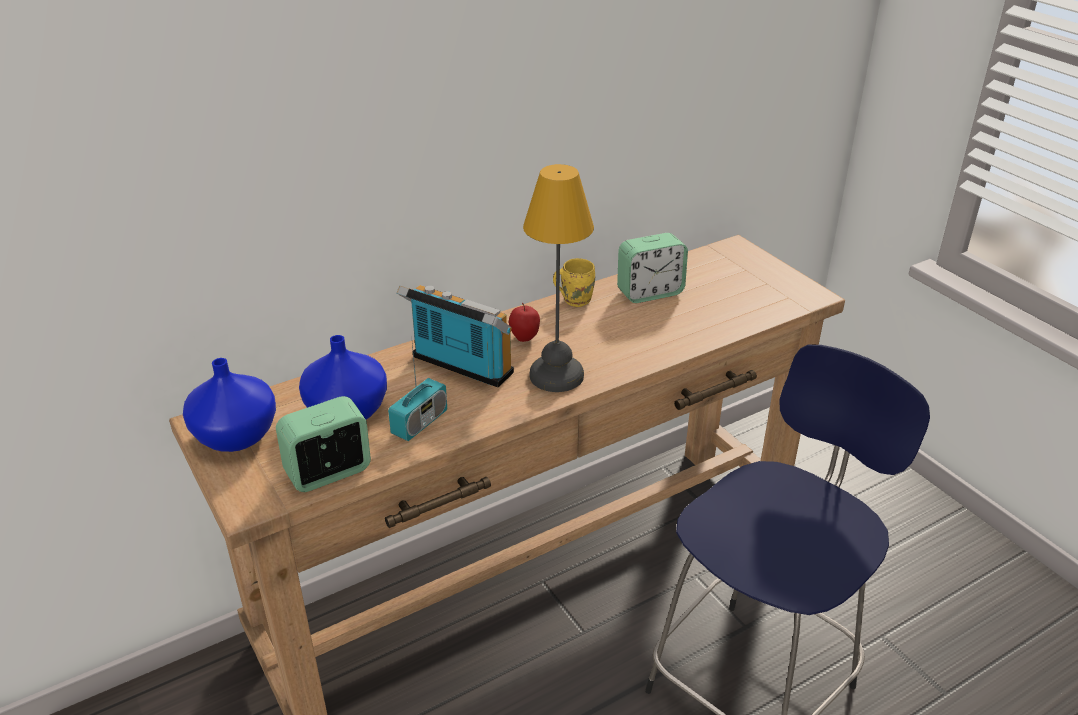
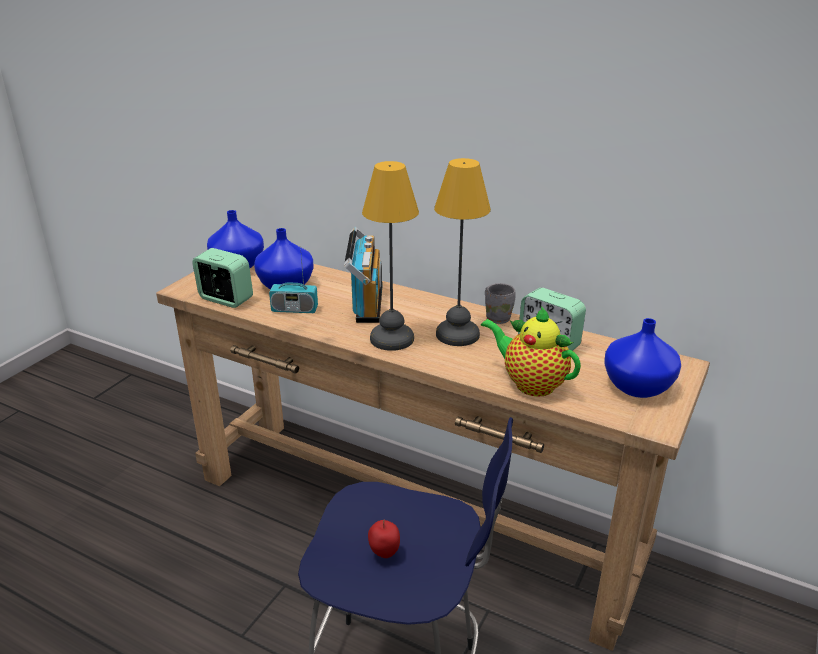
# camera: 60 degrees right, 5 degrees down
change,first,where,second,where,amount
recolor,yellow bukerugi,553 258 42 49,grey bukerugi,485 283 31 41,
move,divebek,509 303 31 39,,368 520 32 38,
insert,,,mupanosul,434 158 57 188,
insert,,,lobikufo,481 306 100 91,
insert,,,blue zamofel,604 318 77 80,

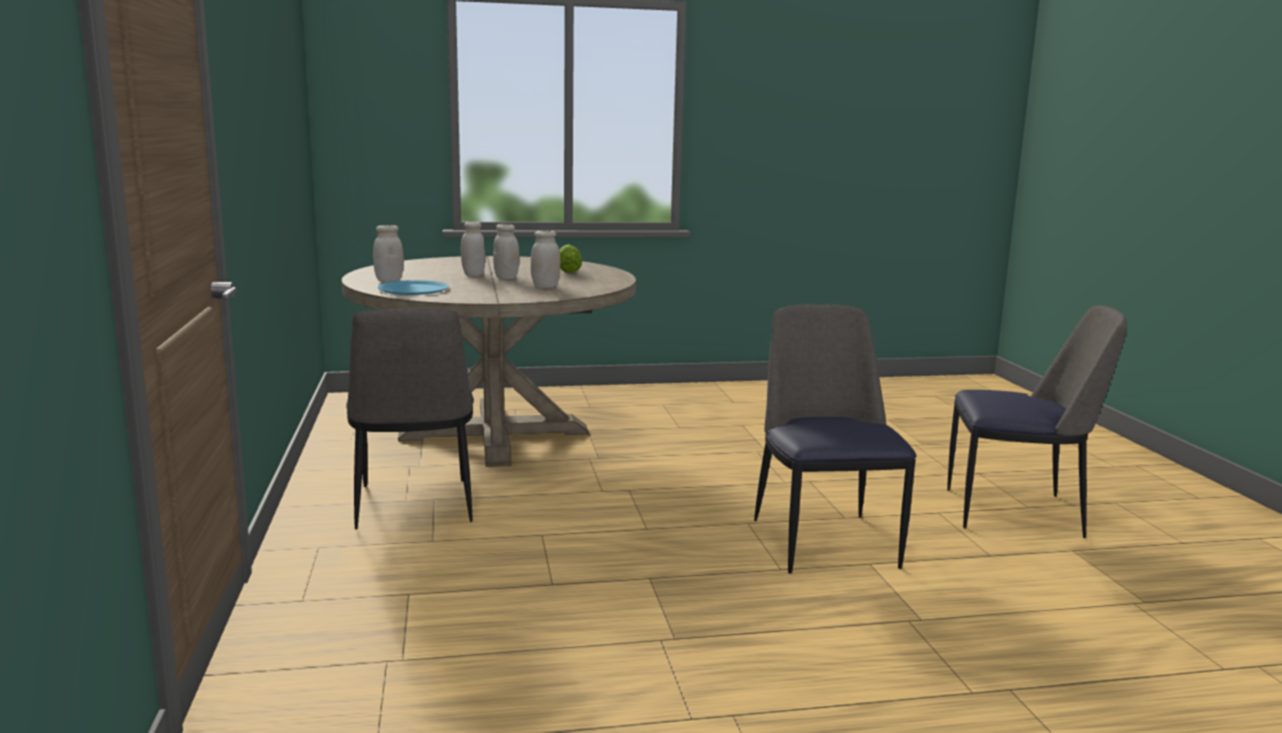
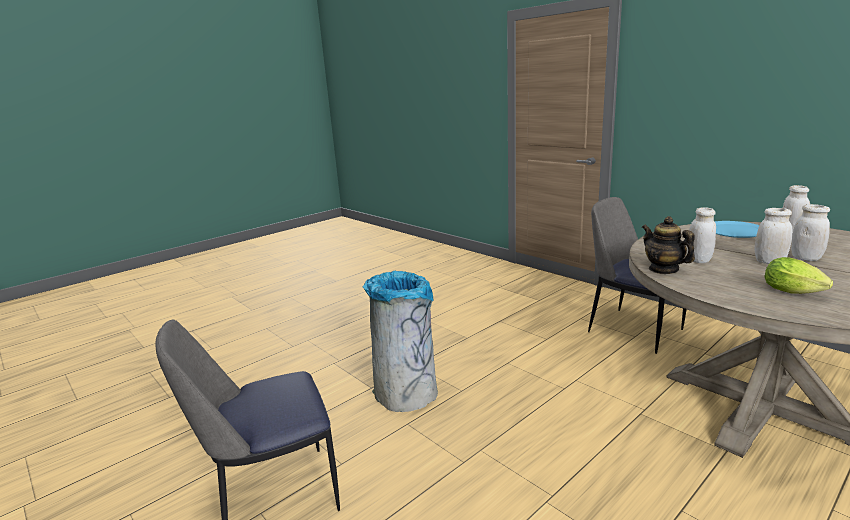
# camera: 150 degrees right, 5 degrees up
change,first,where,second,where,amount
replace,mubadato,754 304 162 269,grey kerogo,363 271 75 141,
insert,,,lobikufo,642 216 53 58,

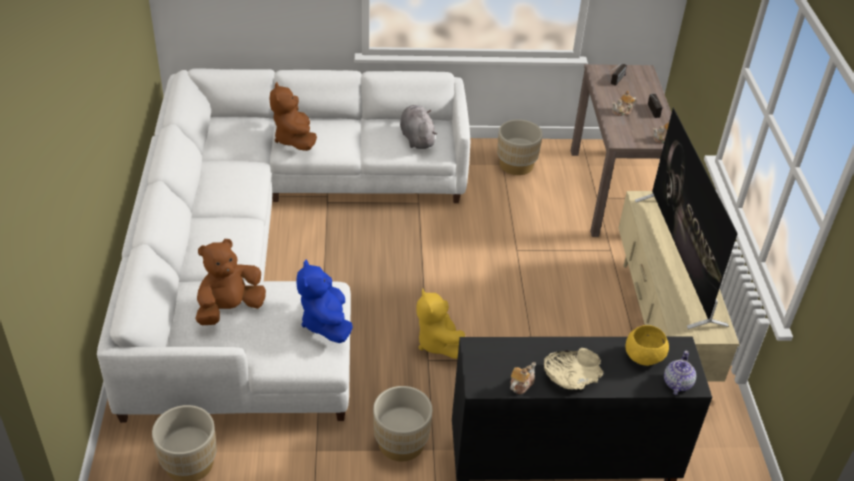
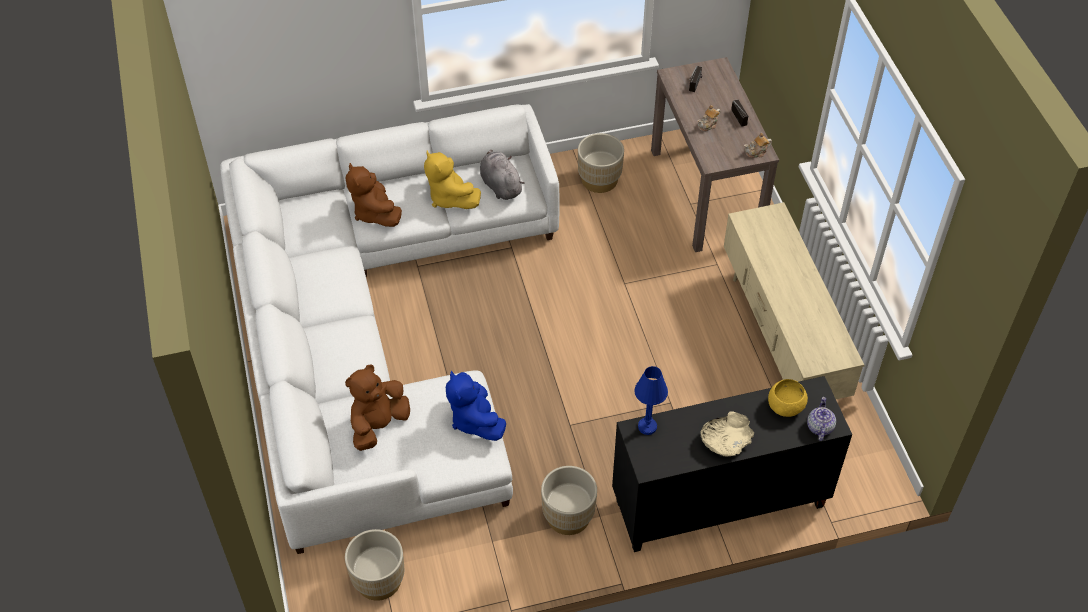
# camera: 10 degrees left, 10 degrees up
change,first,where,second,where,amount
delete,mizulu,635 108 103 221,,,
move,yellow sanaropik,416 289 49 70,,424 151 57 58,
delete,lobikufo,510 362 26 32,,,
insert,,,blue mupanosul,634 366 34 69,

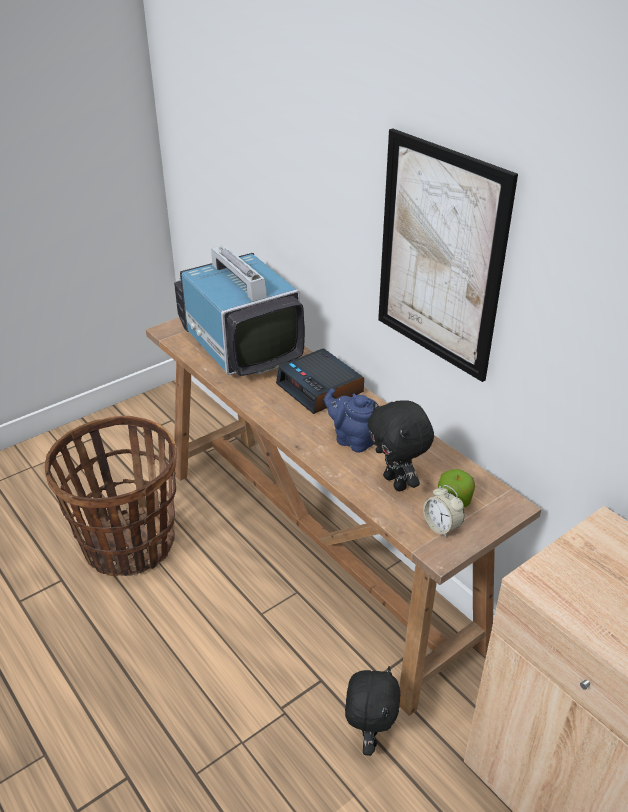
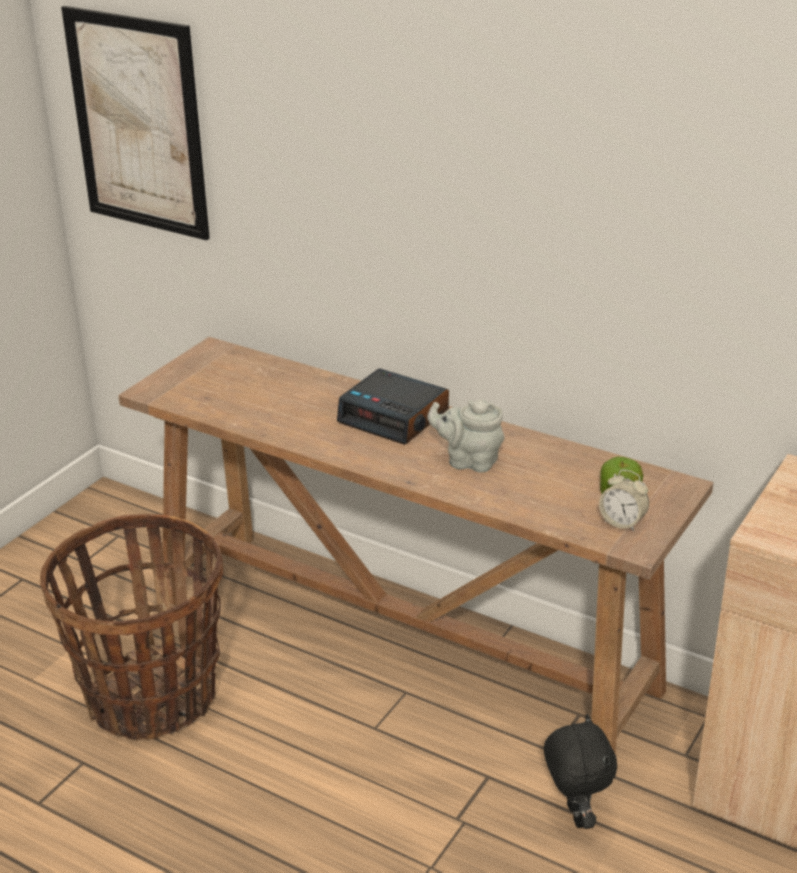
# camera: 20 degrees left, 5 degrees down
change,first,where,second,where,amount
move,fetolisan,378 128 140 254,,61 6 149 234,
delete,mizulu,174 245 131 131,,,
recolor,blue lobikufo,324 388 53 65,grey lobikufo,427 399 78 74,
delete,black sanaropik,367 400 67 91,,,

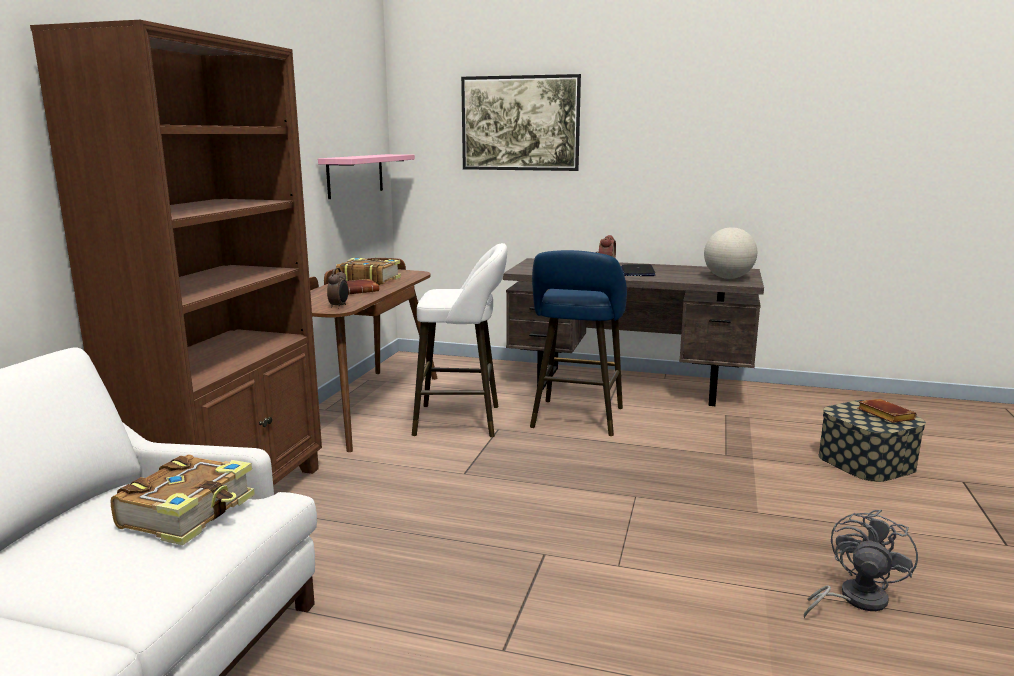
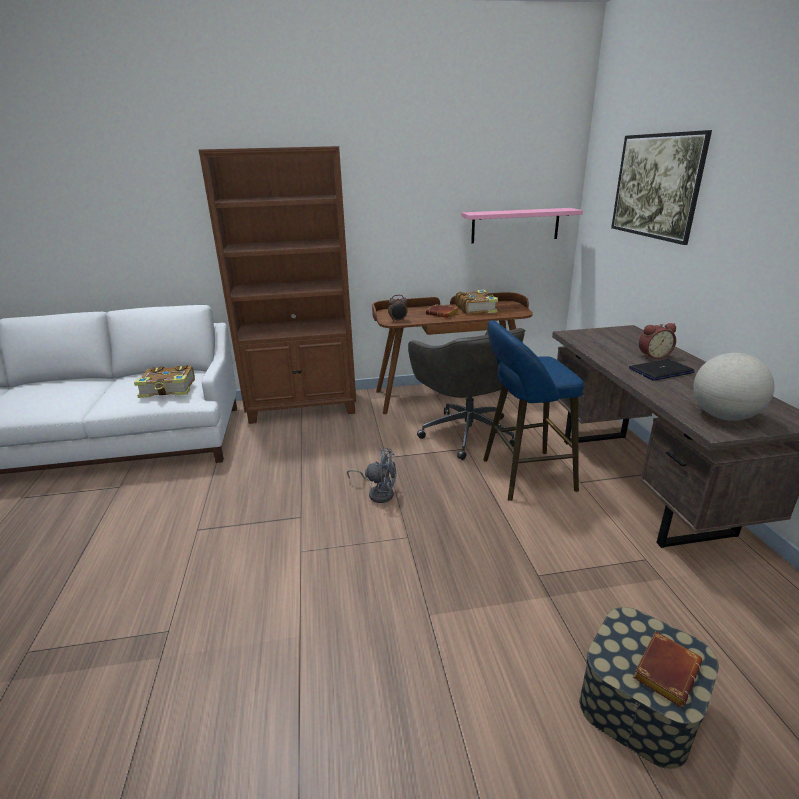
# camera: 65 degrees right, 10 degrees up
change,first,where,second,where,amount
replace,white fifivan,412 243 95 194,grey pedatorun,408 328 118 132,
move,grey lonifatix,804 510 114 108,,347 448 50 55,

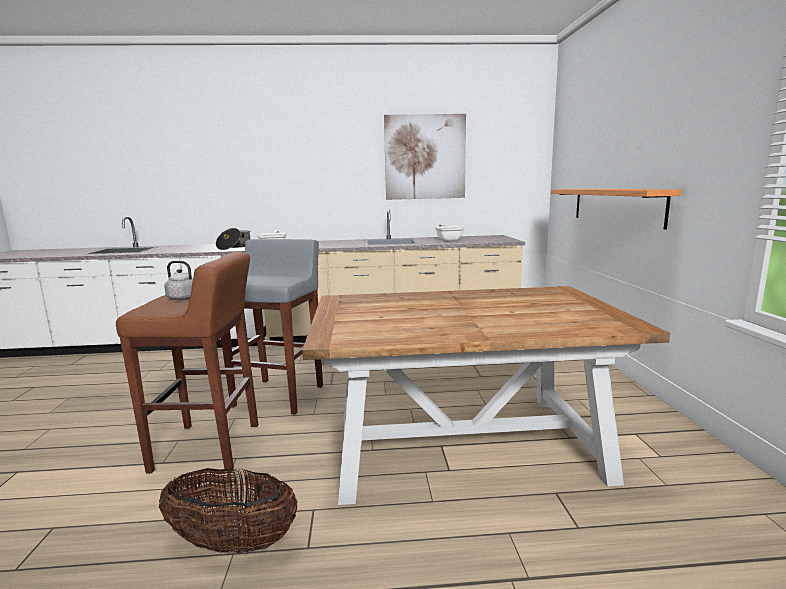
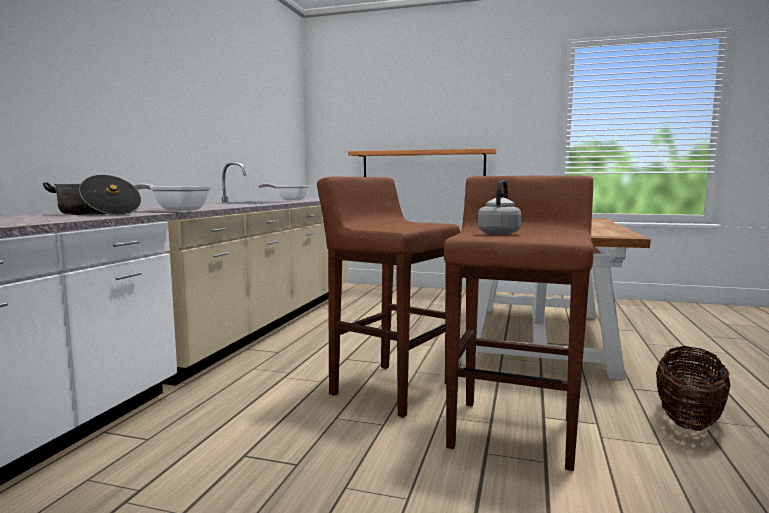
# camera: 70 degrees left, 5 degrees down
change,first,where,second,where,amount
delete,fetolisan,384 114 82 86,,,
recolor,grey fifivan,221 239 102 176,brown fifivan,317 177 143 240,

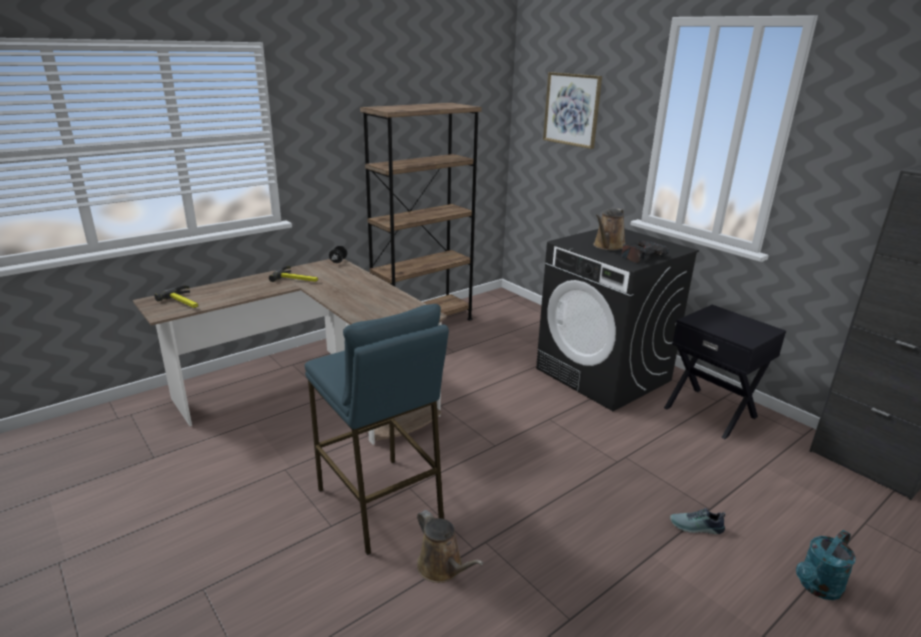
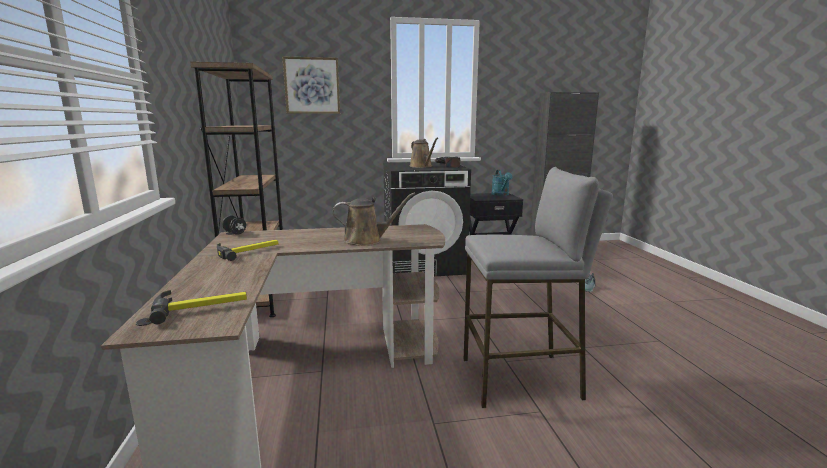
# camera: 60 degrees left, 10 degrees down
change,first,where,second,where,amount
recolor,blue fifivan,305 304 144 251,grey fifivan,463 167 150 241,
move,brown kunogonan,417 510 66 73,,332 192 83 54,
move,turquoise kunogonan,796 530 60 70,,492 170 21 26,

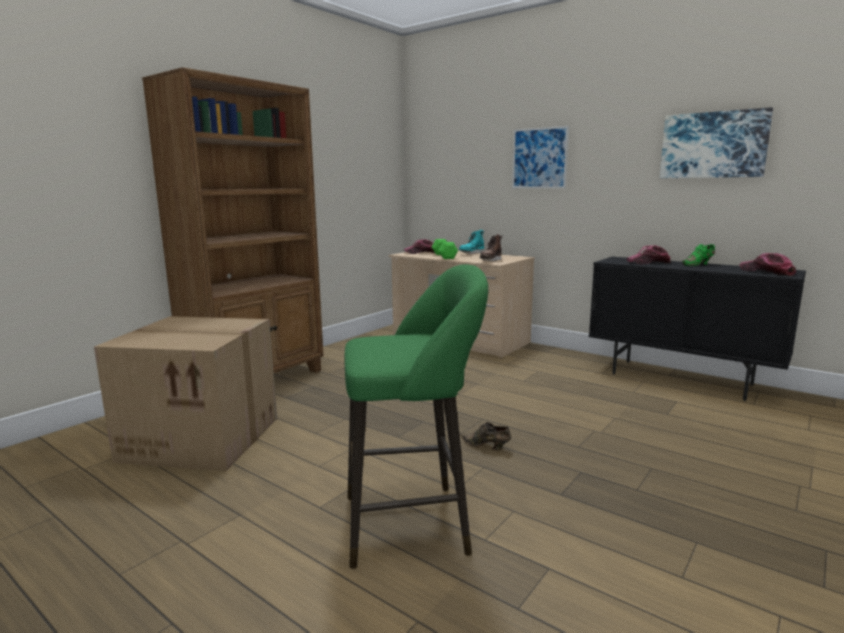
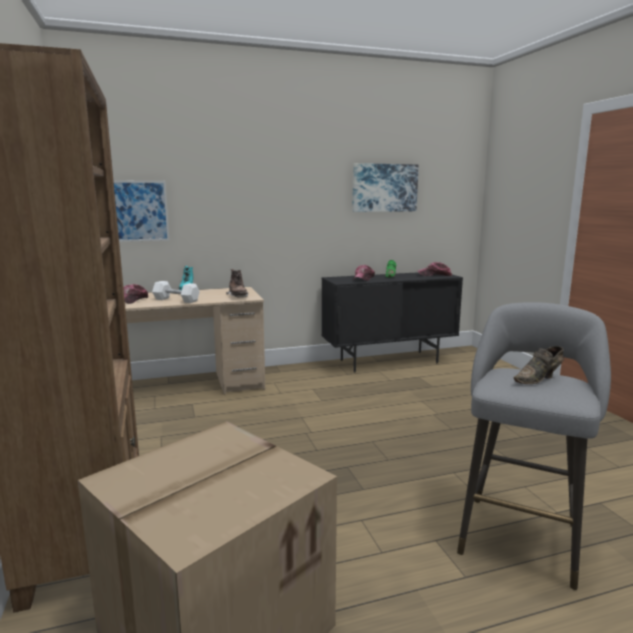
# camera: 55 degrees left, 0 degrees up
change,first,where,second,where,amount
move,fetolisan,512 126 57 62,,113 180 56 62,
recolor,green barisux,432 239 26 20,white barisux,152 281 48 22,
recolor,green fifivan,345 264 143 305,grey fifivan,457 302 154 288,
move,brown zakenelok,460 422 51 28,,514 346 50 38,

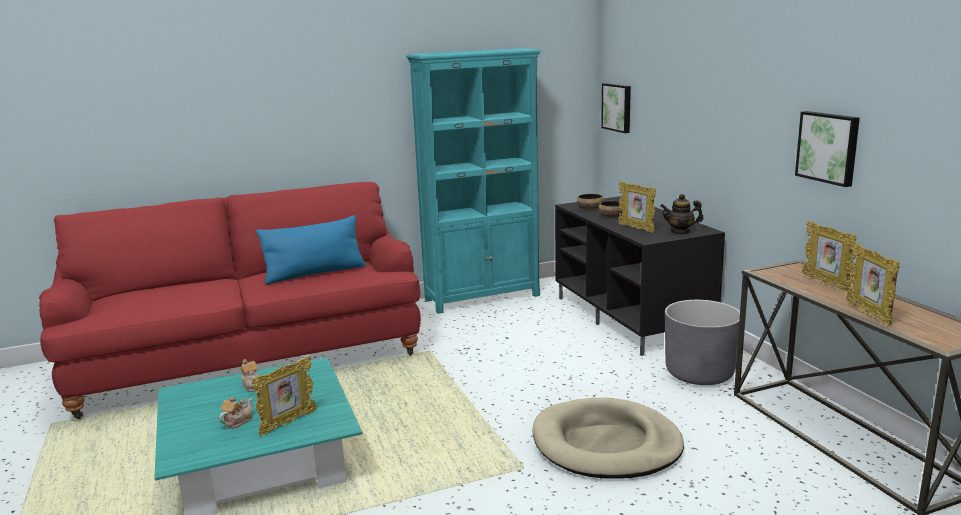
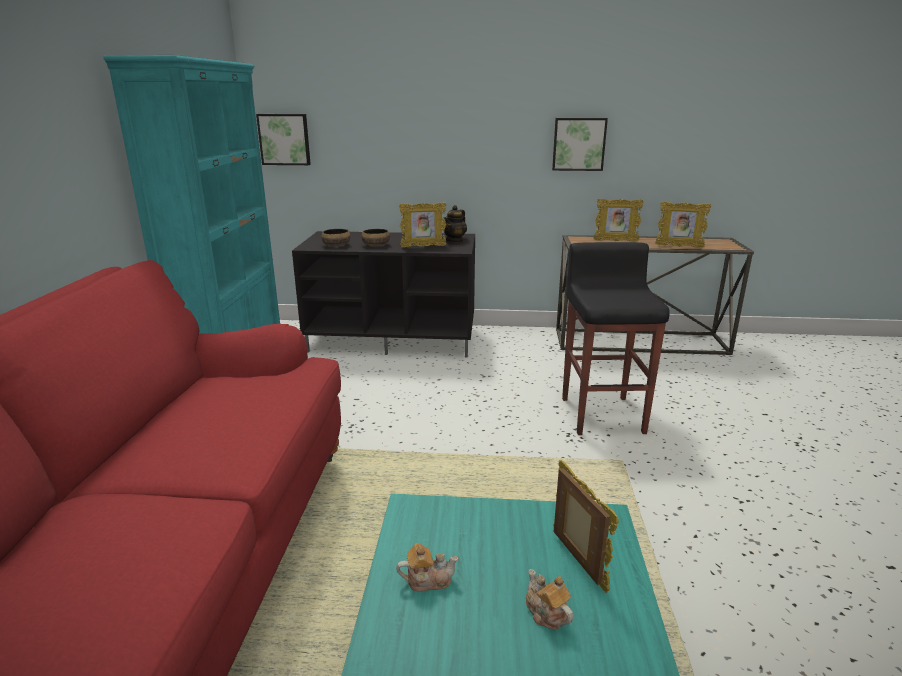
# camera: 65 degrees left, 5 degrees up
change,first,where,second,where,amount
delete,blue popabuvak,256 215 110 69,,,
delete,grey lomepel,665 300 75 85,,,
replace,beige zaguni,532 398 152 81,black fifivan,562 242 108 193,

